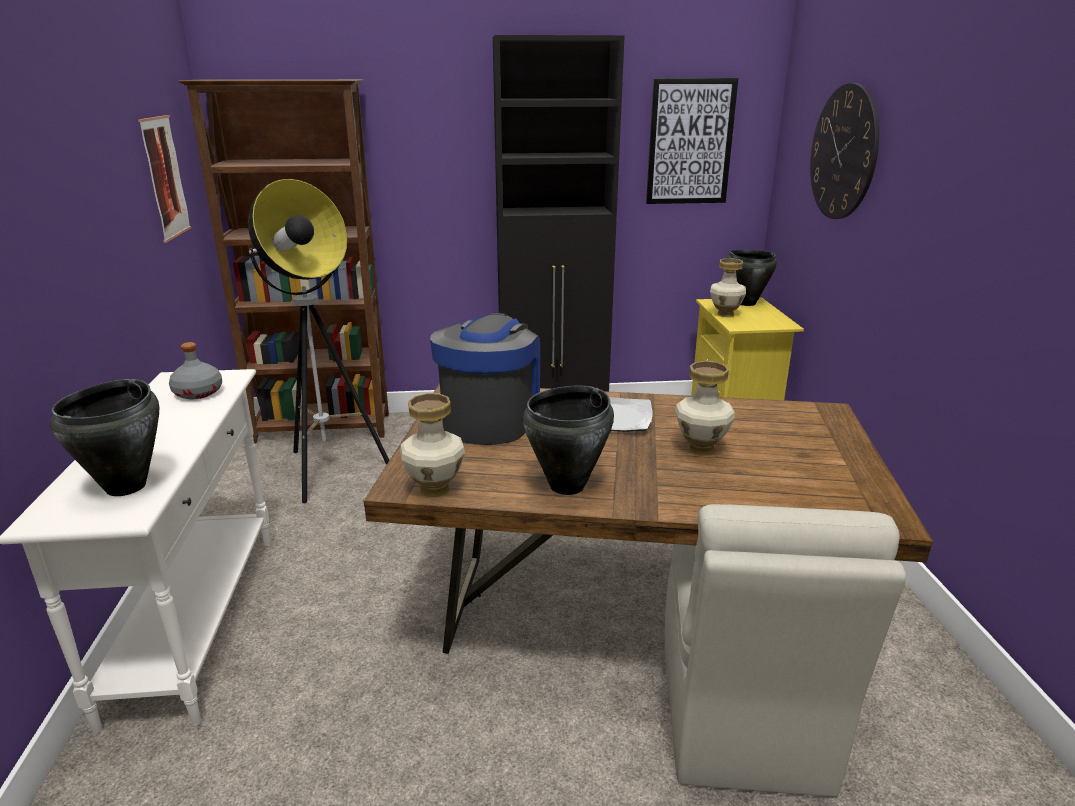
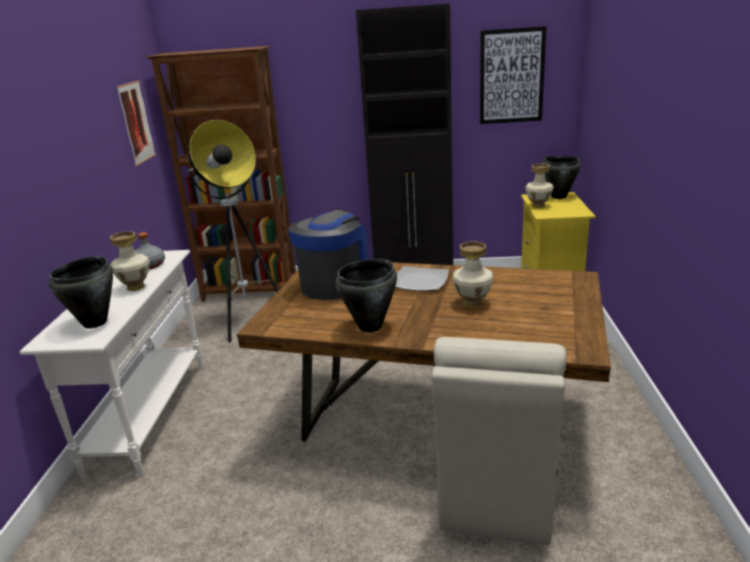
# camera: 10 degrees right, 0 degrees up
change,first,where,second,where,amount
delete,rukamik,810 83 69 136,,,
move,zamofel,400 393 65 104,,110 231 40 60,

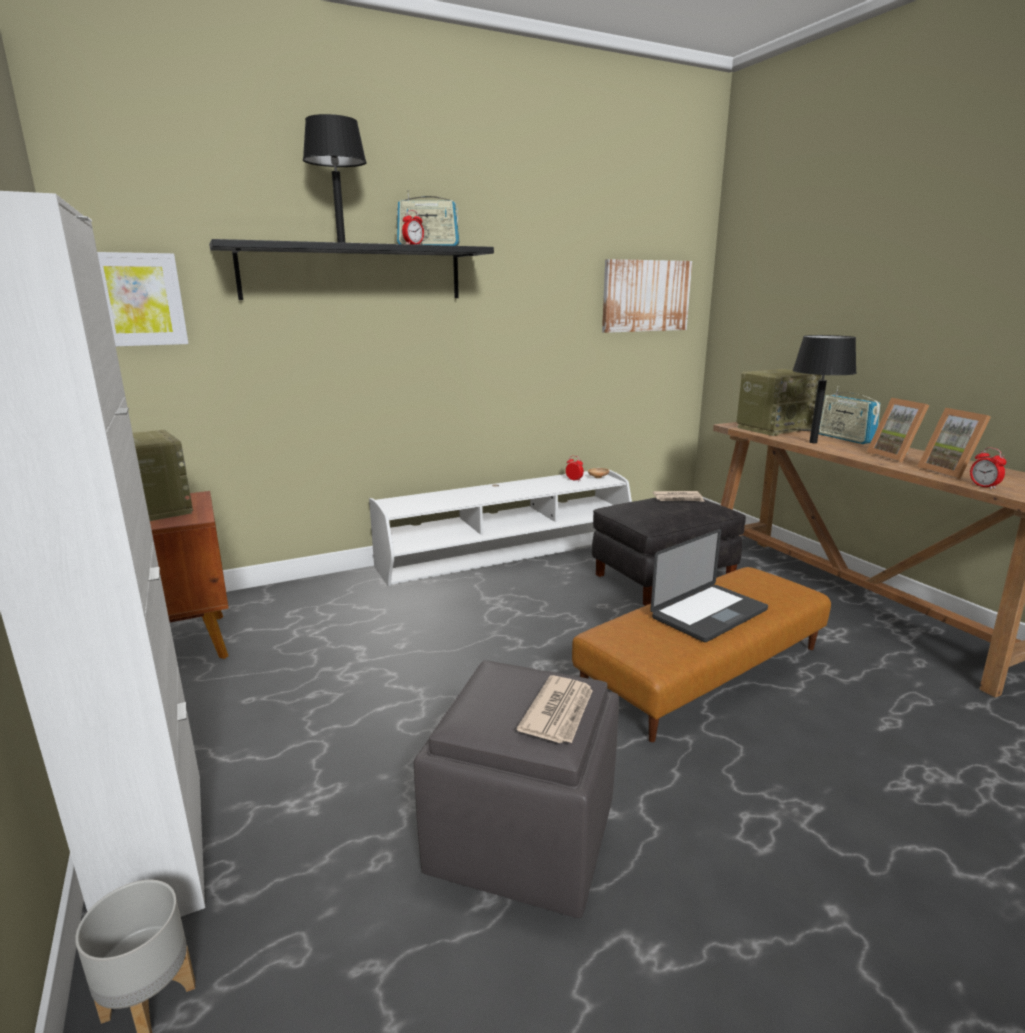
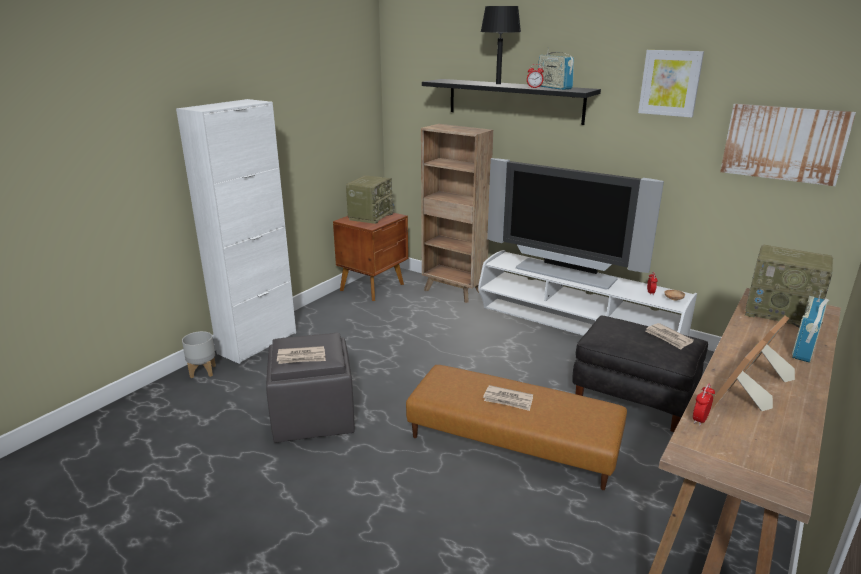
# camera: 60 degrees right, 5 degrees up
change,first,where,second,where,amount
move,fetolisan,97 252 92 94,,638 50 66 68,
delete,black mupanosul,792 335 65 108,,,
replace,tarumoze,650 529 118 113,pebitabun,483 385 50 26,
insert,,,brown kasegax,421 124 72 179,
insert,,,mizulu,487 158 177 131,

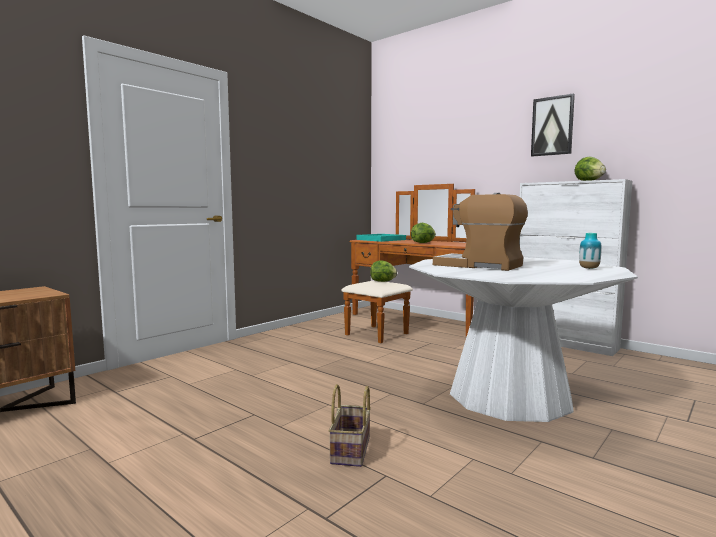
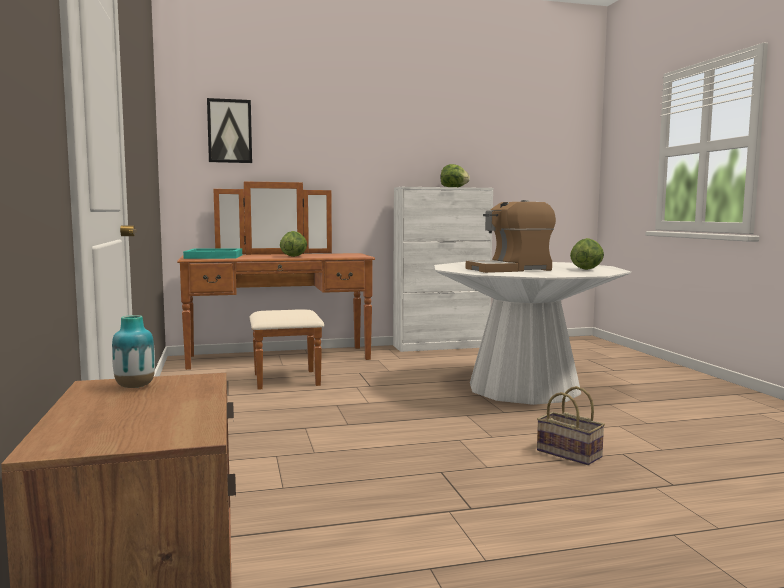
# camera: 55 degrees left, 0 degrees up
change,first,where,second,where,amount
move,fetolisan,531 93 44 64,,207 98 45 65,
move,zamofel,579 233 23 36,,112 315 43 73,
move,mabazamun,370 260 27 22,,570 238 34 32,

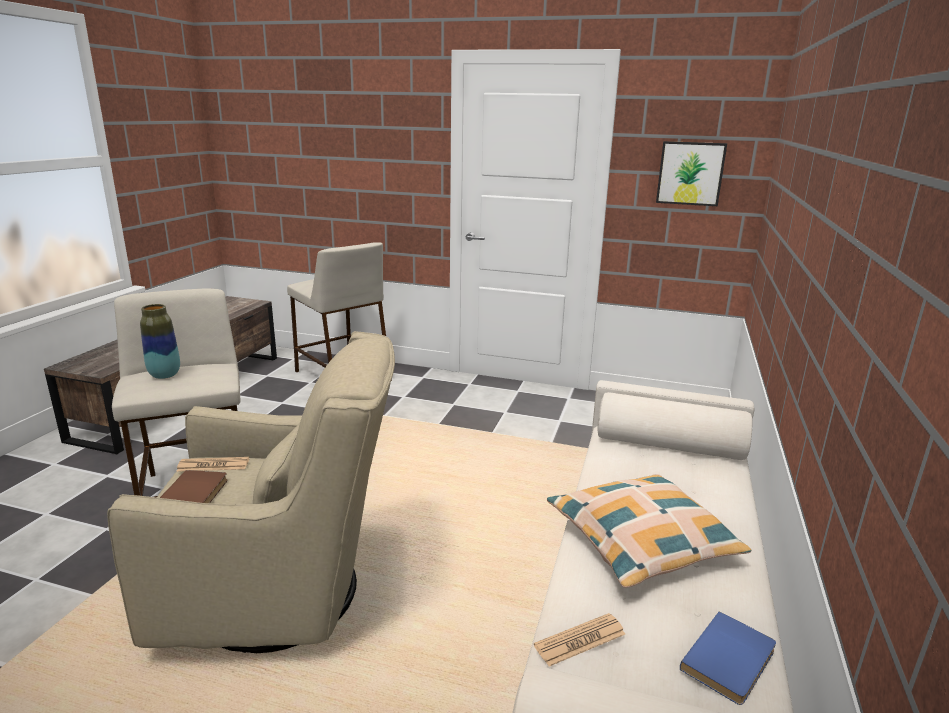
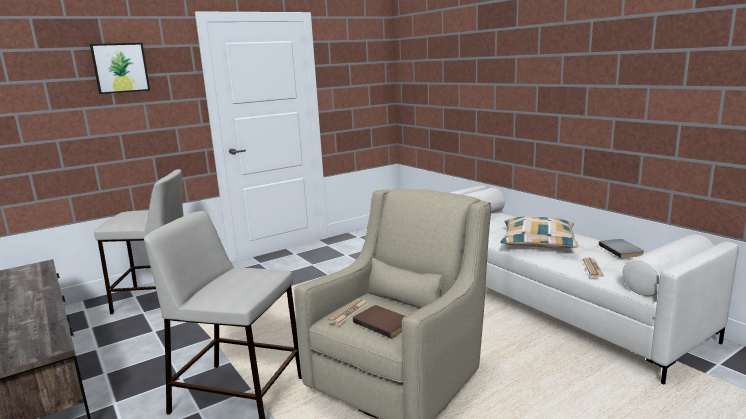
# camera: 50 degrees left, 5 degrees down
change,first,where,second,where,amount
move,fetolisan,656 141 71 65,,90 43 60 51,
delete,zamofel,140 304 40 75,,,
recolor,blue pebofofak,680 611 96 94,grey pebofofak,599 239 45 19,

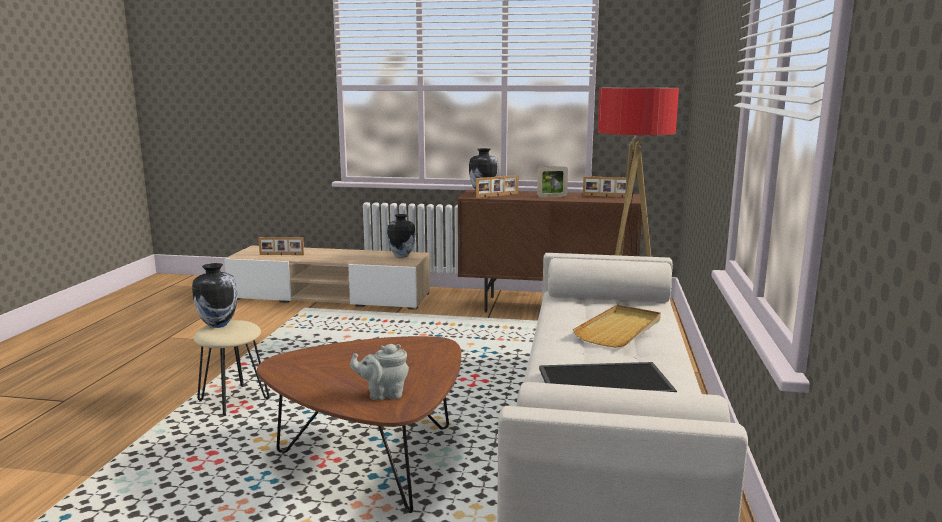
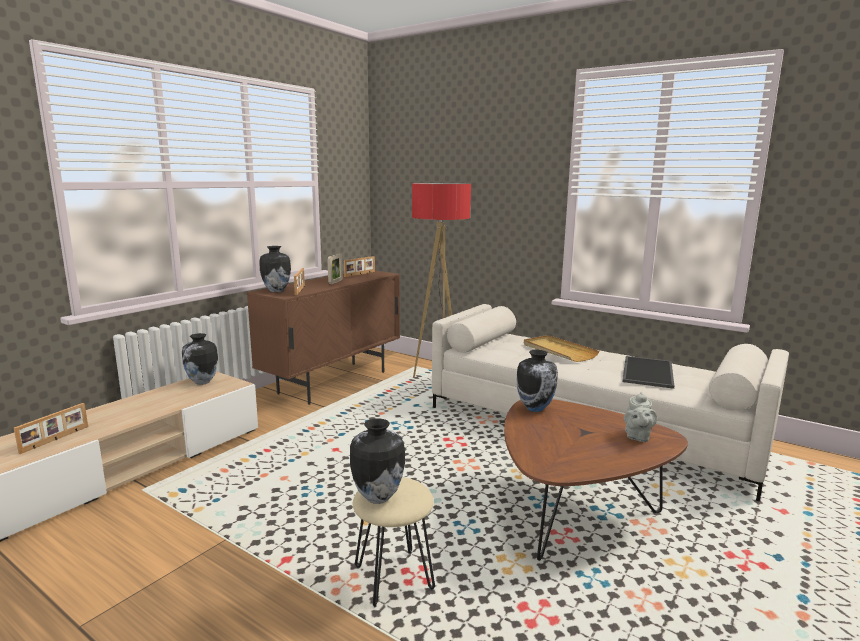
# camera: 65 degrees left, 0 degrees up
change,first,where,second,where,amount
insert,,,zamofel,516 350 42 62,

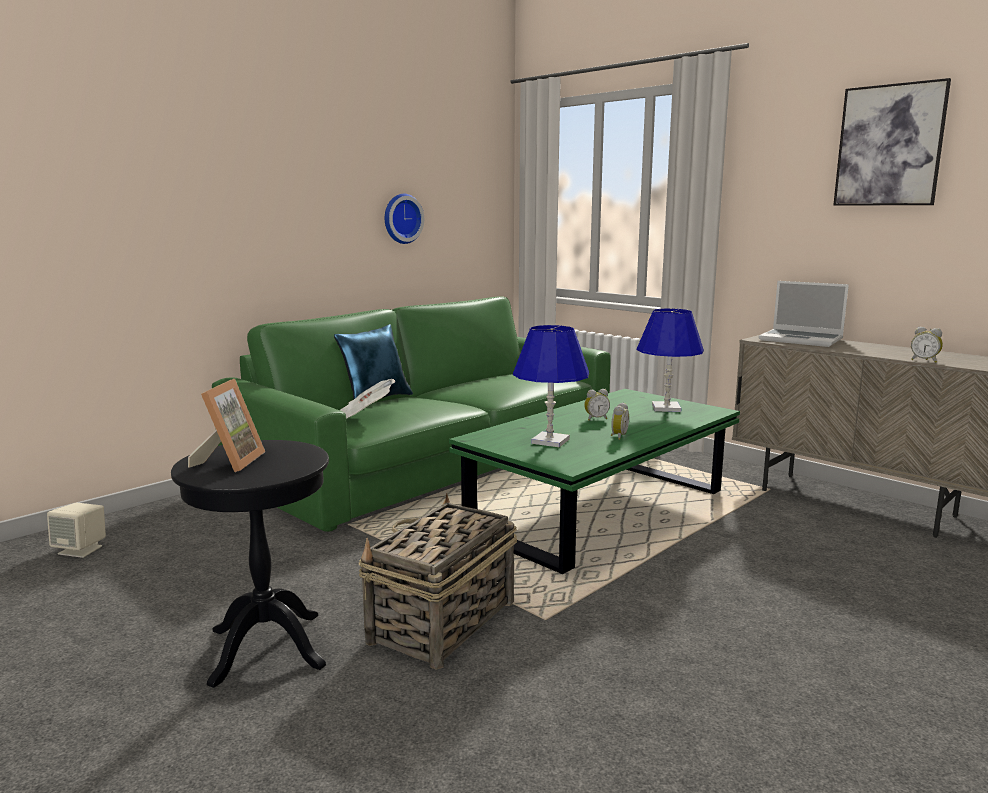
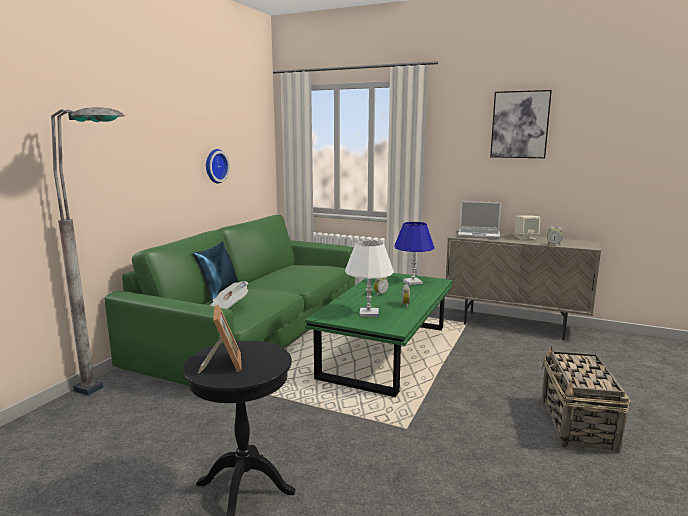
# camera: 20 degrees left, 0 degrees up
change,first,where,second,where,amount
recolor,blue mupanosul,513 325 76 122,white mupanosul,345 240 49 77,
move,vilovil,359 493 158 177,,541 346 90 107,
move,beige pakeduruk,47 503 59 55,,514 215 26 25,
insert,,,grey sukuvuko,51 107 73 289,

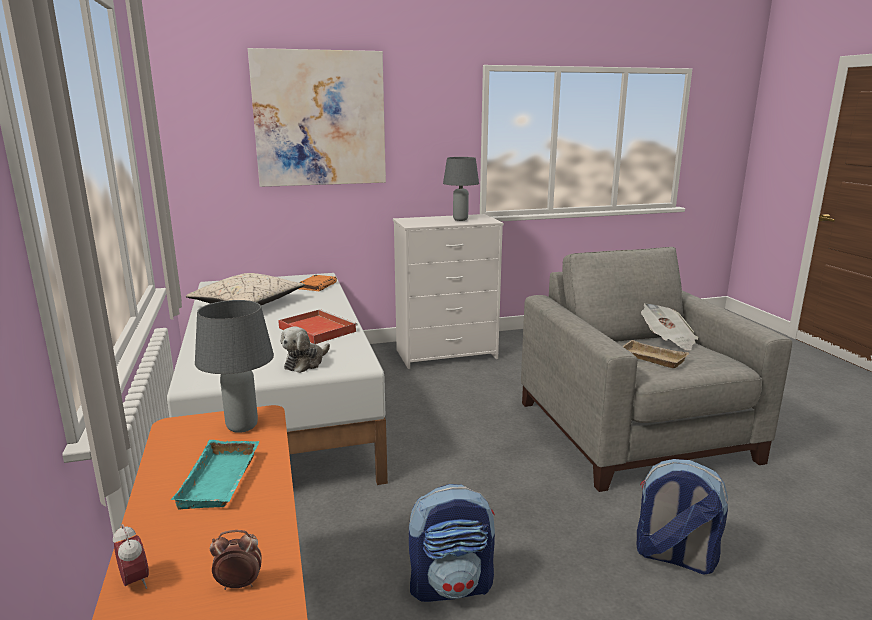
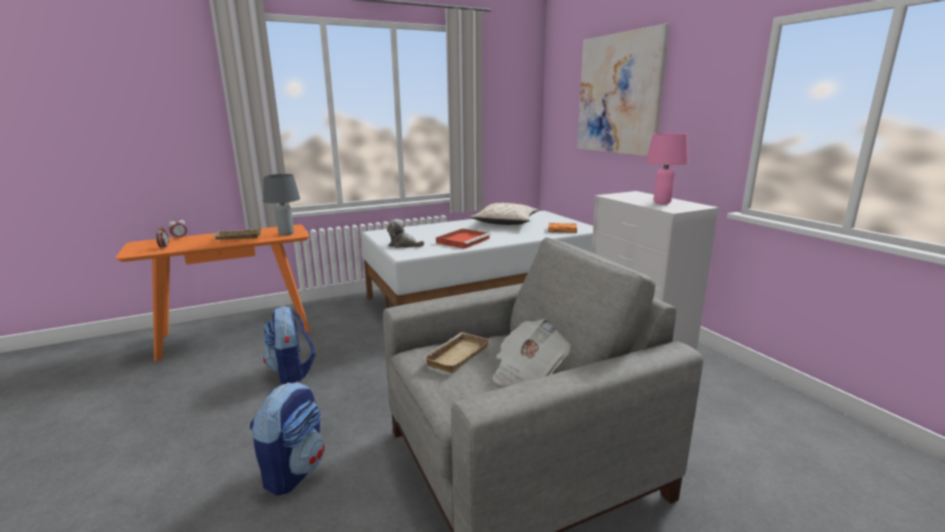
# camera: 80 degrees right, 0 degrees up
change,first,where,second,where,amount
recolor,grey mupanosul,443 157 36 64,pink mupanosul,646 133 43 71,
recolor,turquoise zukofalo,171 440 88 70,beige zukofalo,212 227 50 13,

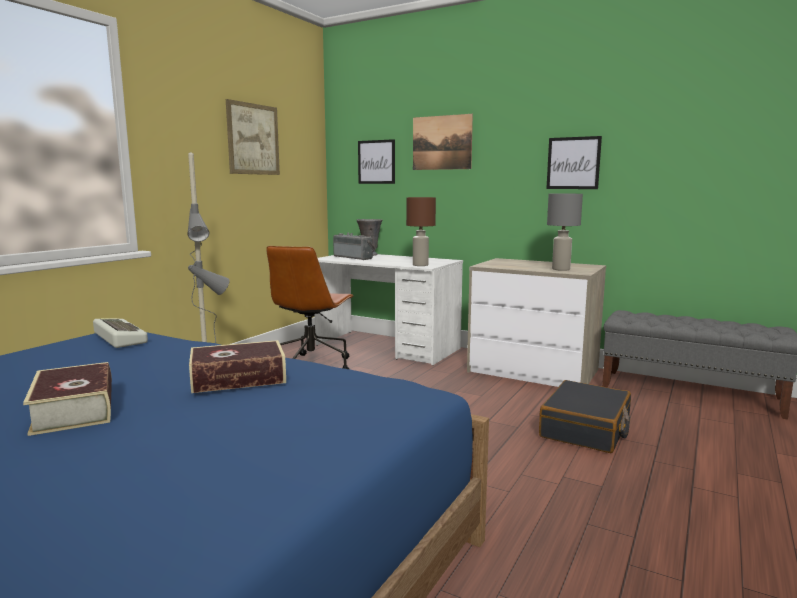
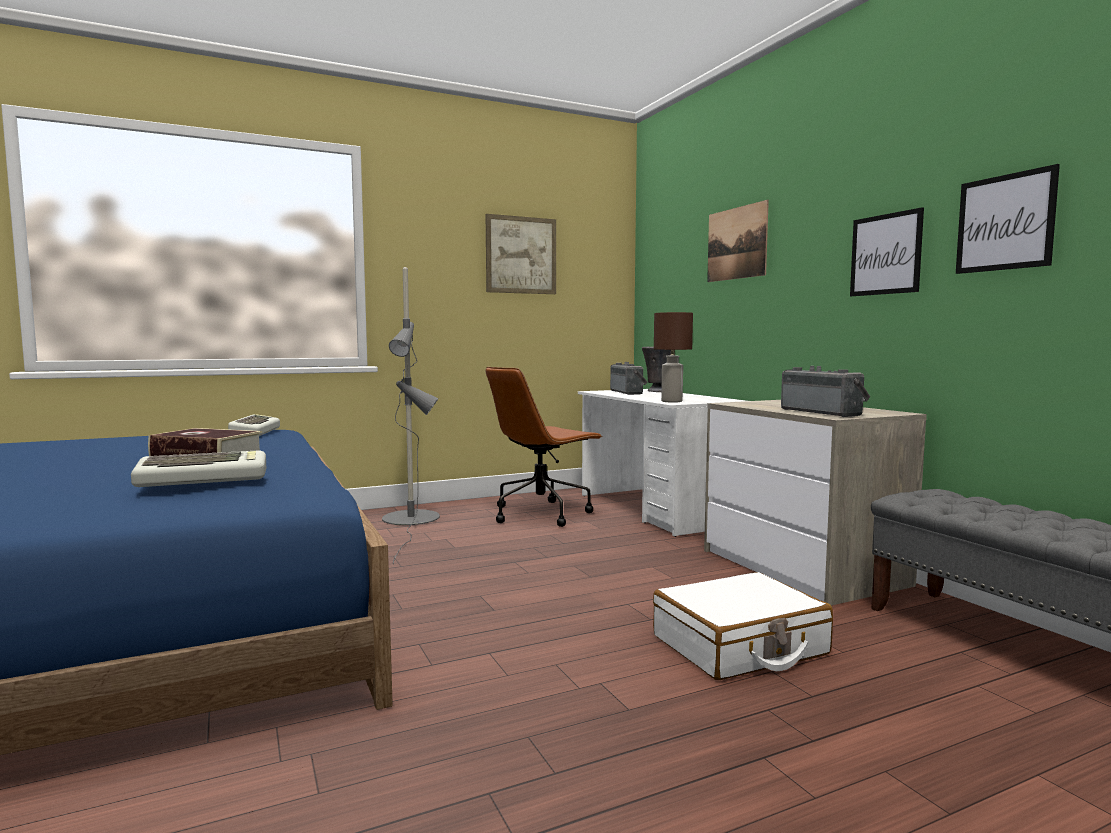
# camera: 35 degrees right, 5 degrees down
change,first,where,second,where,amount
move,fetolisan,358 139 37 45,,956 164 104 110,
replace,grey mupanosul,547 194 36 77,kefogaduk,781 366 89 51,
delete,pebofofak,23 362 89 74,,,
recolor,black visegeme,539 380 92 73,white visegeme,653 572 180 108,
insert,,,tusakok,131 450 135 37,

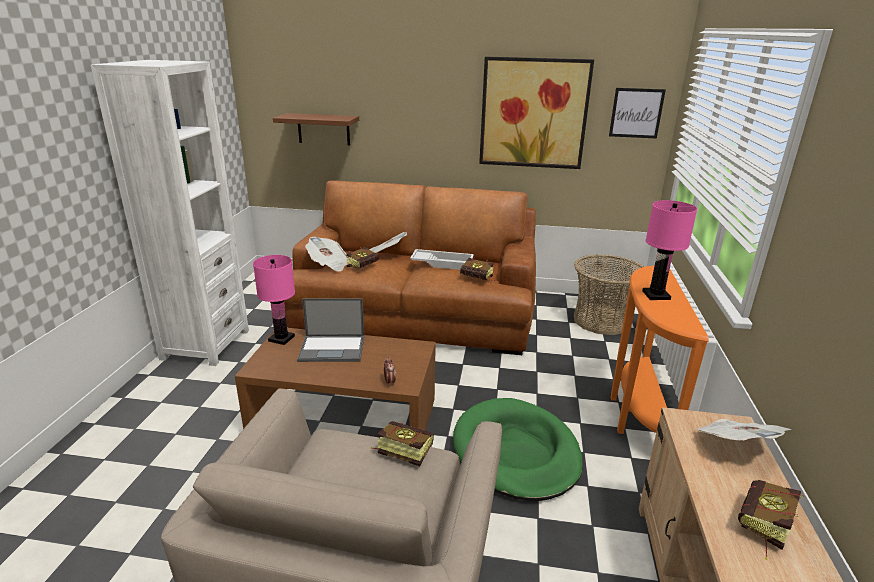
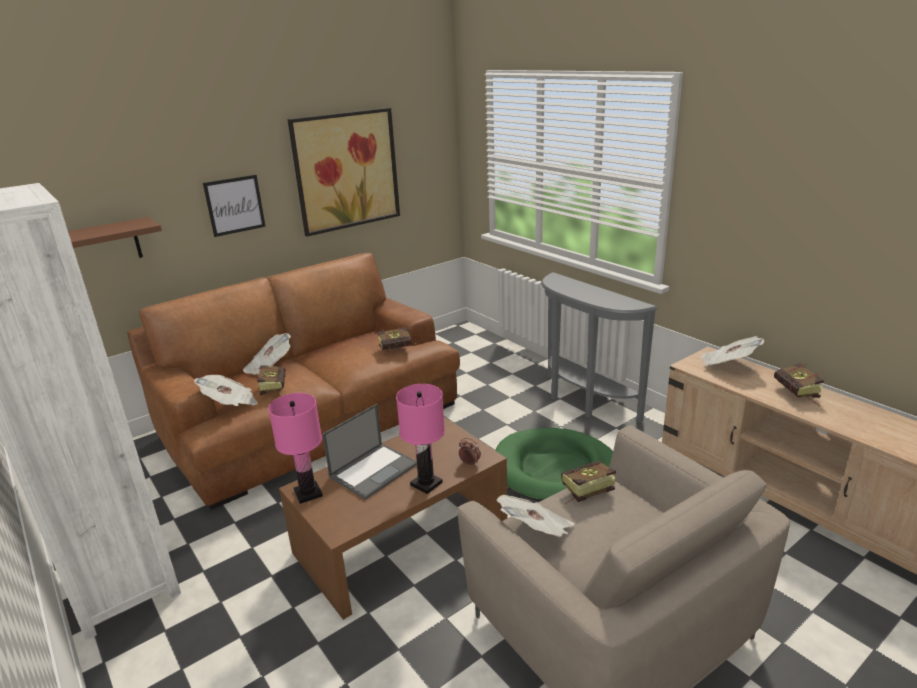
# camera: 45 degrees left, 0 degrees up
change,first,where,second,where,amount
move,fetolisan,609 88 57 51,,203 175 63 62,
move,pink mupanosul,642 200 55 100,,396 384 49 110,
delete,white zukofalo,410 249 64 21,,,
delete,vilovil,574 255 70 80,,,
recolor,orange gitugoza,611 266 98 168,grey gitugoza,541 272 116 151,
insert,,,pebitabun,497 495 77 42,

